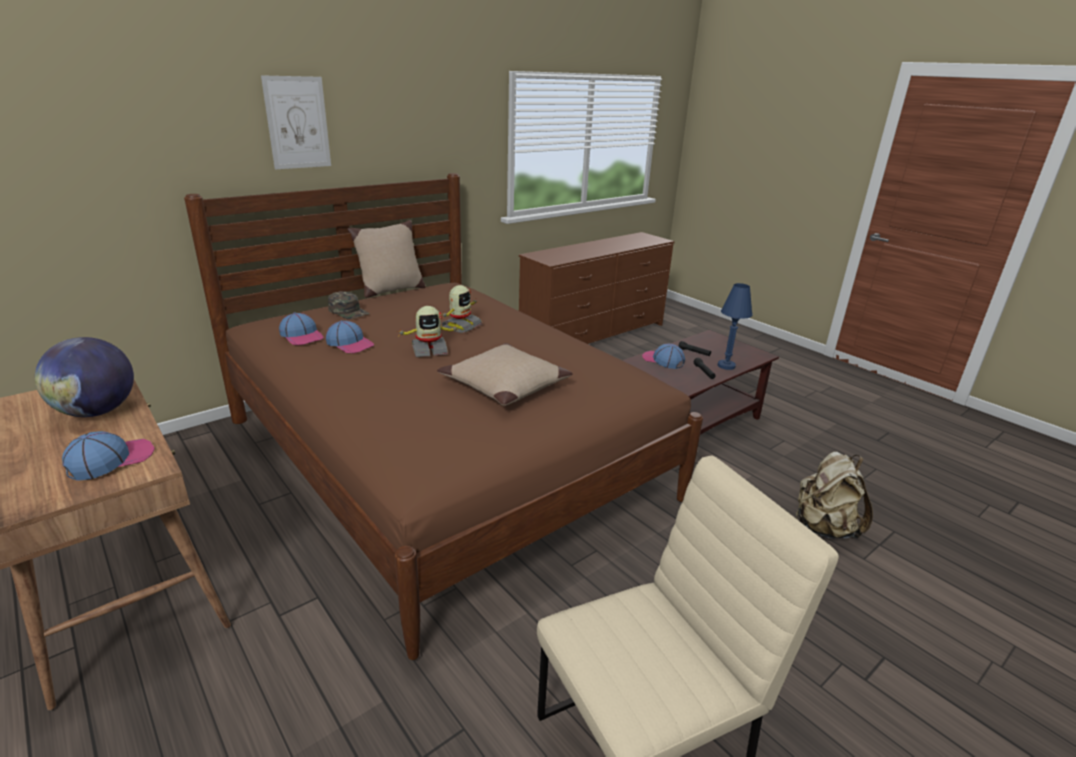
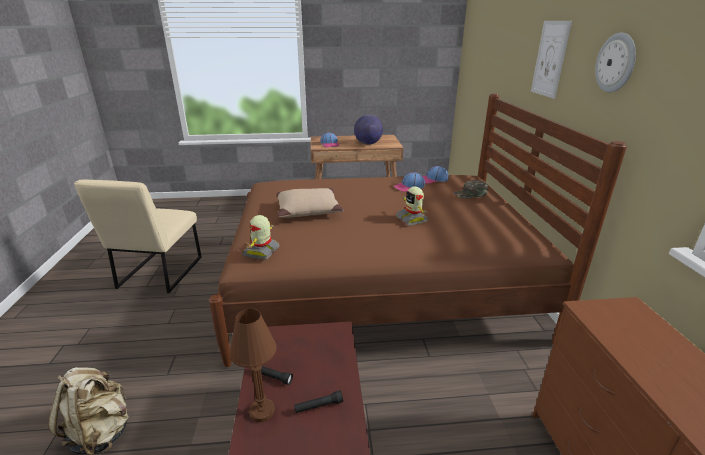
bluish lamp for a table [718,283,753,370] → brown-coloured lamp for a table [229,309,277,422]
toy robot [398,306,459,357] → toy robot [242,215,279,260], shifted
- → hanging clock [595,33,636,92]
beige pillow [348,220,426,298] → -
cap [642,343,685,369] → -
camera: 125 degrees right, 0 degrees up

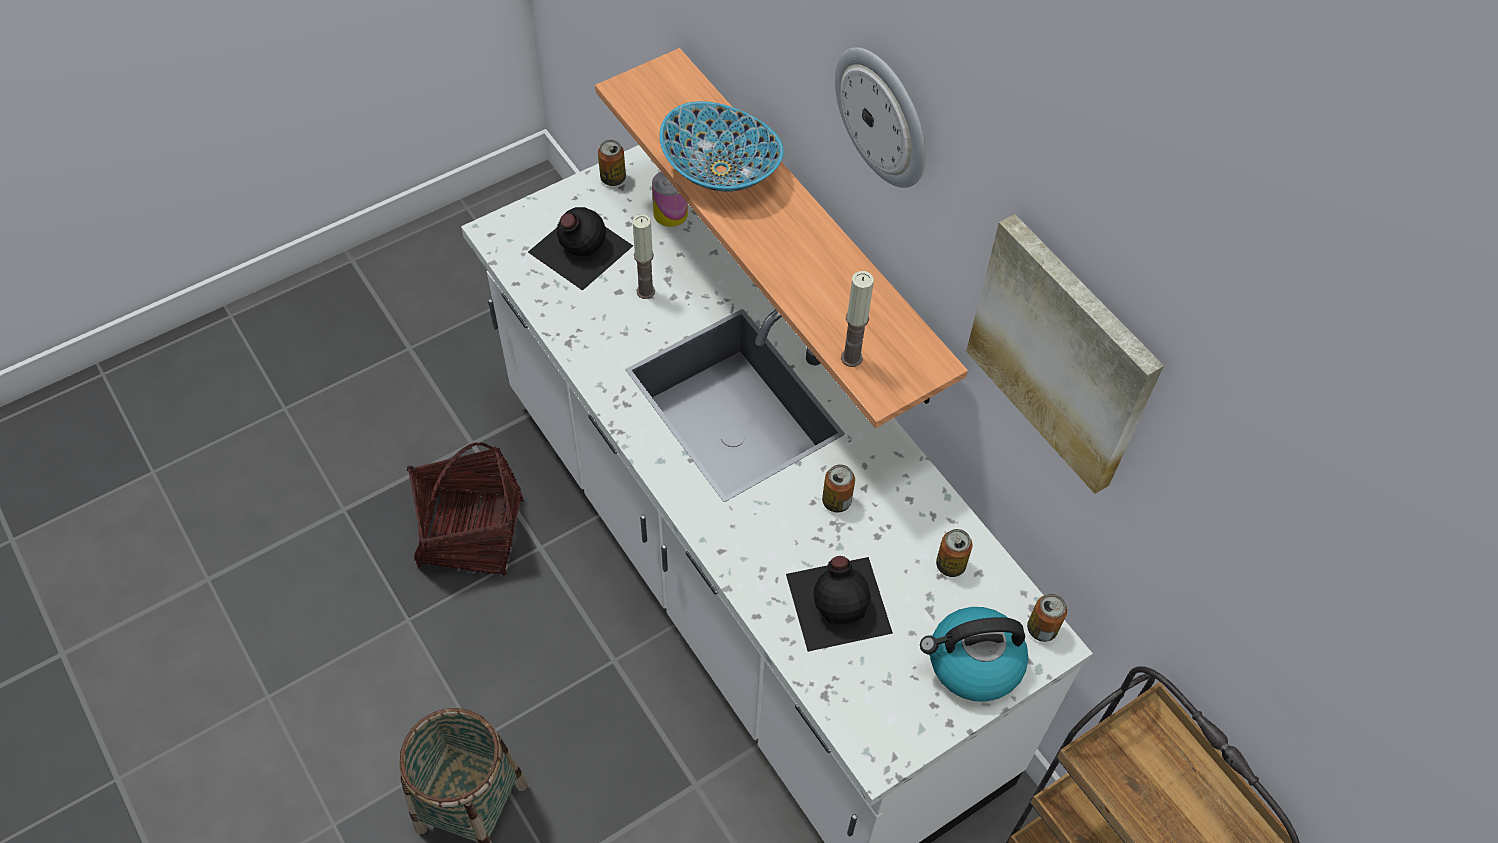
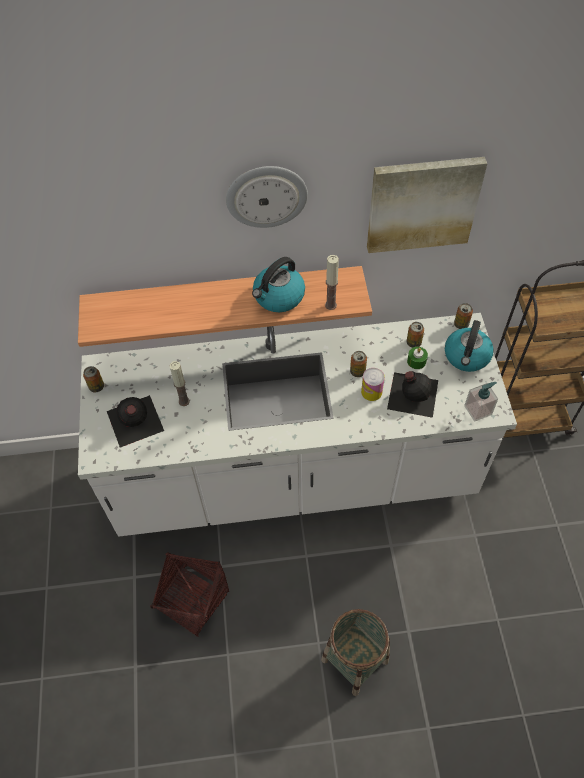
- → kettle [252,257,305,312]
sealed can [652,172,688,227] → sealed can [361,368,385,401], shifted
- → green-coloured wax candle [407,347,428,369]
- → soap dispenser [464,382,498,422]
serving bowl [659,101,784,192] → -
camera: 60 degrees left, 0 degrees up

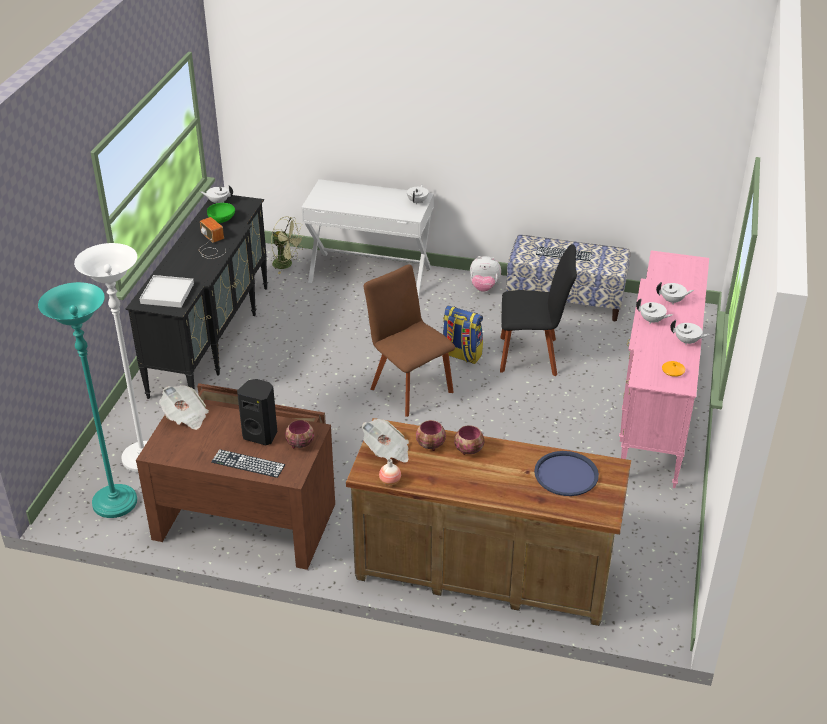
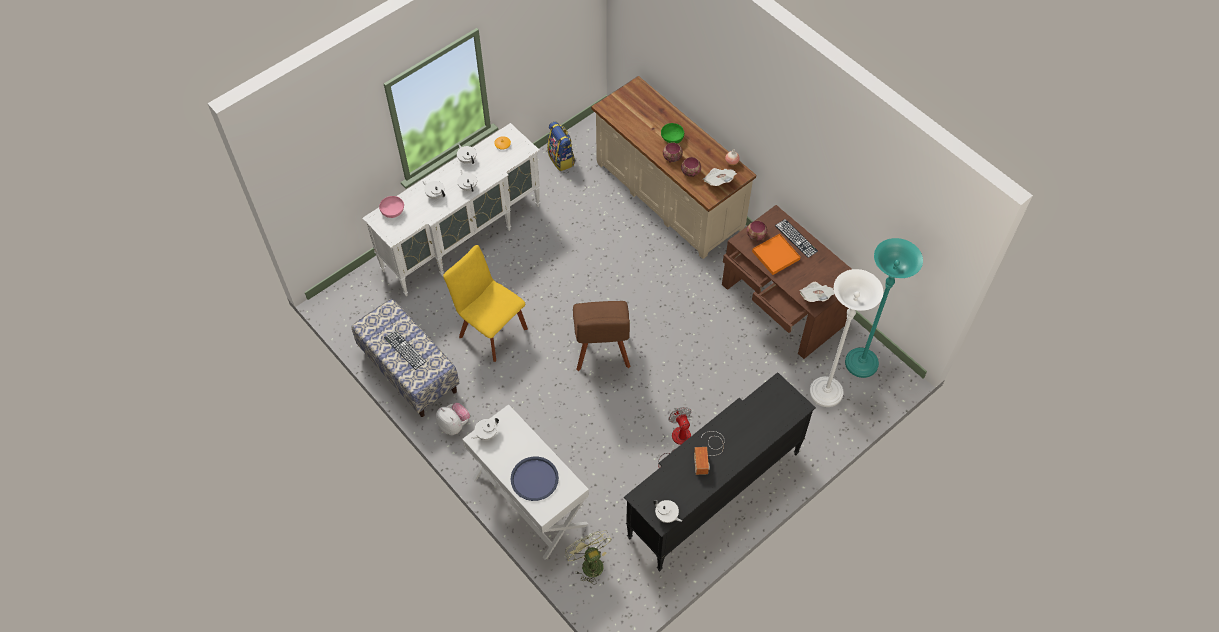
pinkish storage cabinet [619,250,709,488] → white-coloured storage cabinet [362,123,540,296]
- → pinkish serving bowl [379,196,404,218]
black plain chair [500,244,577,376] → yellow-coloured plain chair [443,245,528,362]
bluish carrying tray [534,451,599,496] → bluish carrying tray [511,456,559,501], shifted
rucksack [443,306,483,364] → rucksack [547,121,575,171], shifted
- → cooling fan [658,407,692,468]
green-coloured serving bowl [207,203,235,223] → green-coloured serving bowl [661,123,684,143], shifted
black loudspeaker [237,379,277,446] → orangey carrying tray [752,234,800,275]
white-coloured carrying tray [139,275,194,308] → -
camera: 145 degrees left, 20 degrees up

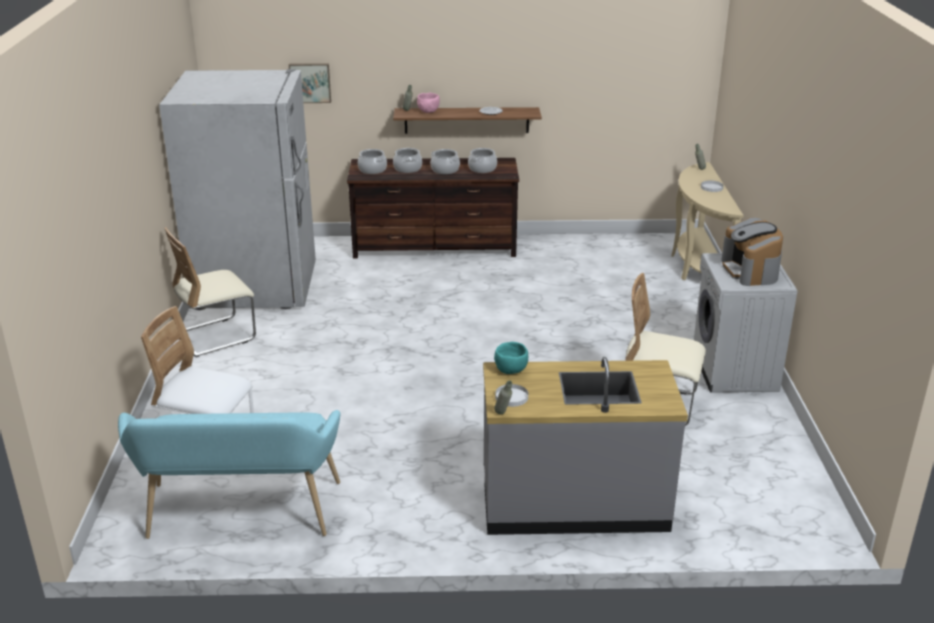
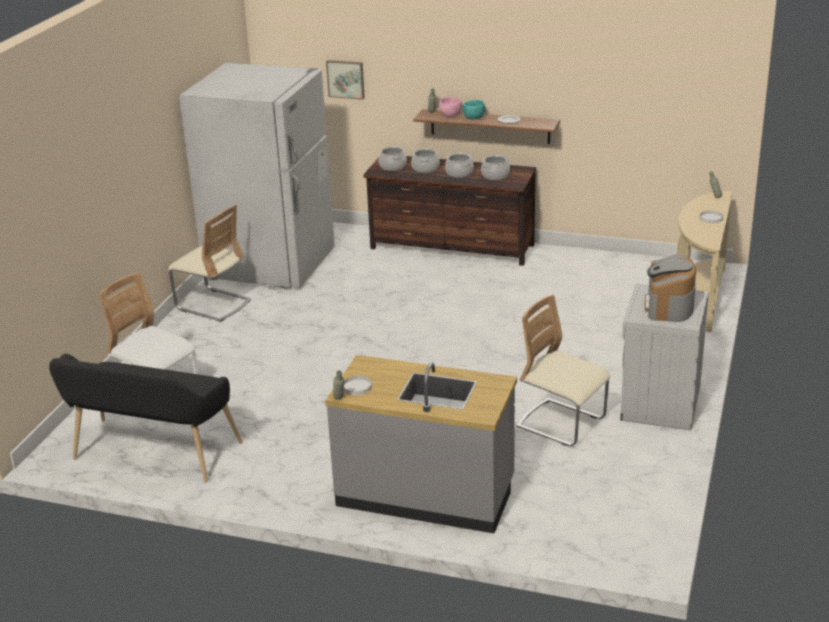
turquoise long seat [118,410,341,539] → black long seat [49,354,243,482]
beige plain chair [164,227,256,357] → beige plain chair [168,205,251,322], 135 degrees counterclockwise
turquoise serving bowl [494,342,528,374] → turquoise serving bowl [463,100,485,120], shifted
camera: 20 degrees right, 0 degrees up

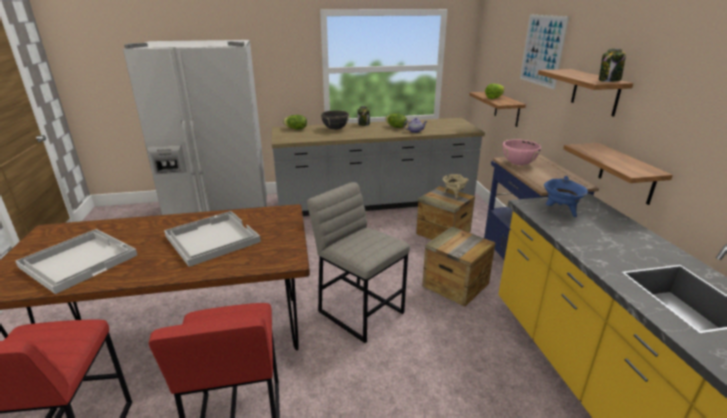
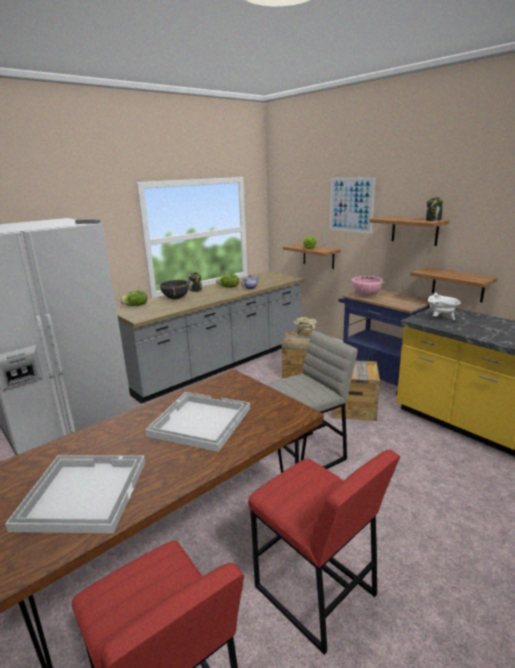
grey plain chair [307,182,410,343] → grey plain chair [265,332,358,469], 135 degrees clockwise
bluish stockpot [544,176,588,217] → white-coloured stockpot [428,292,461,321]
camera: 30 degrees left, 5 degrees down

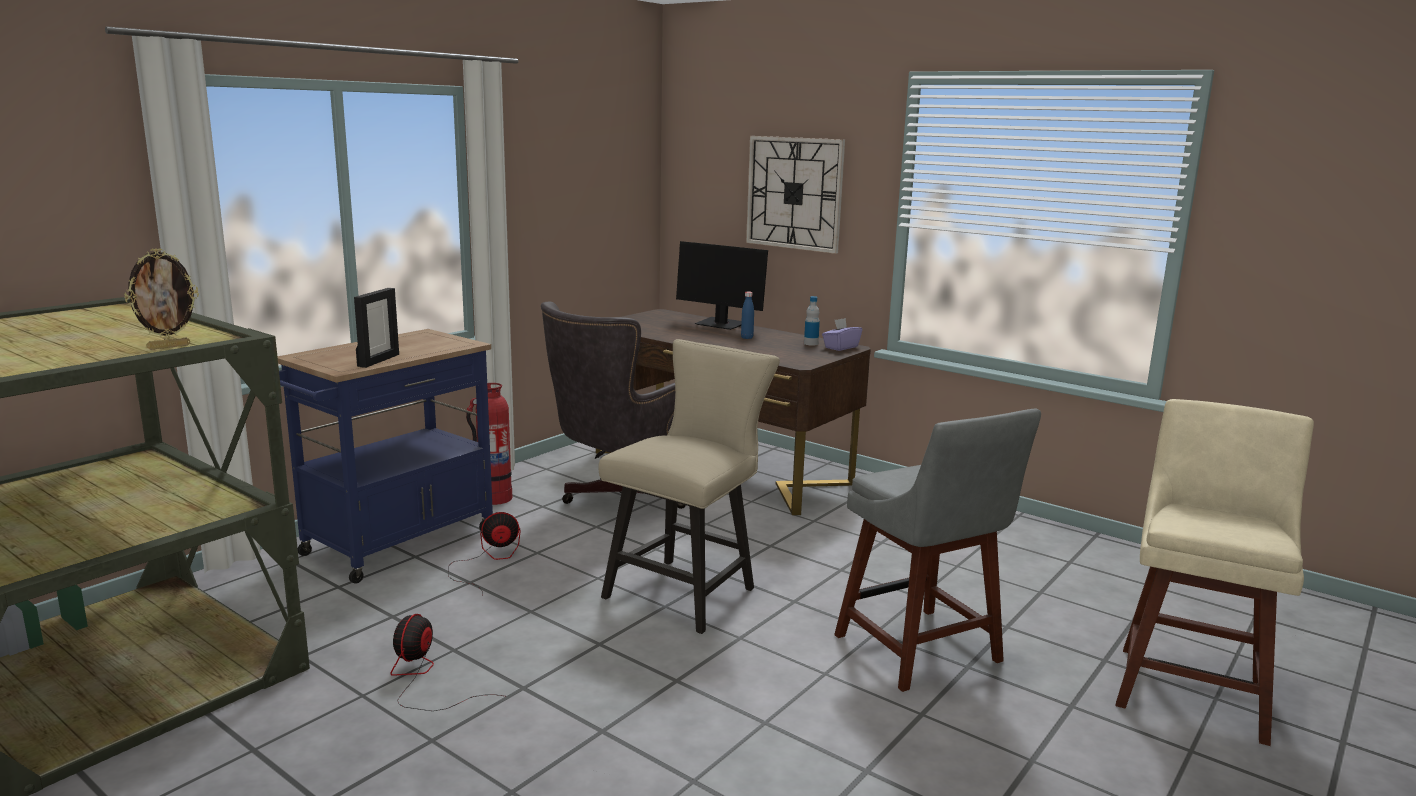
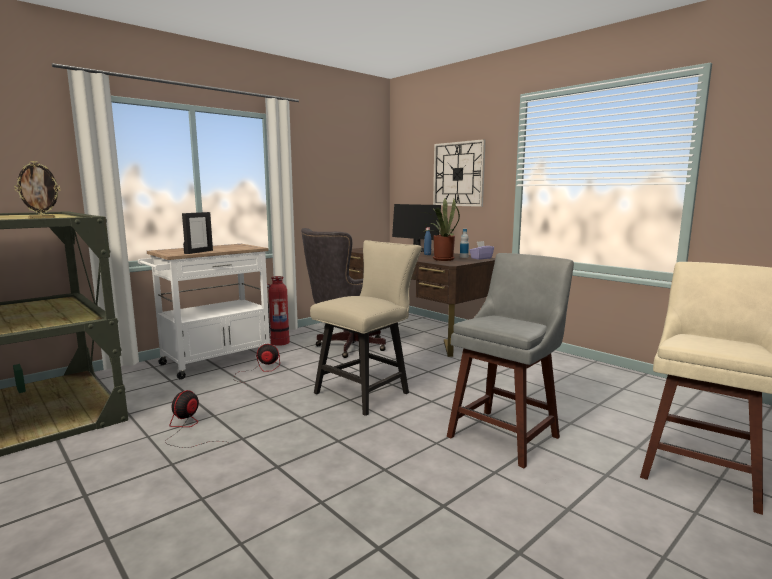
bluish trolley [277,329,493,584] → white-coloured trolley [138,244,270,380]
- → plant in a pot [423,198,460,261]
grey plain chair [834,409,1041,692] → grey plain chair [447,253,574,468], 120 degrees counterclockwise
camera: 10 degrees right, 5 degrees down

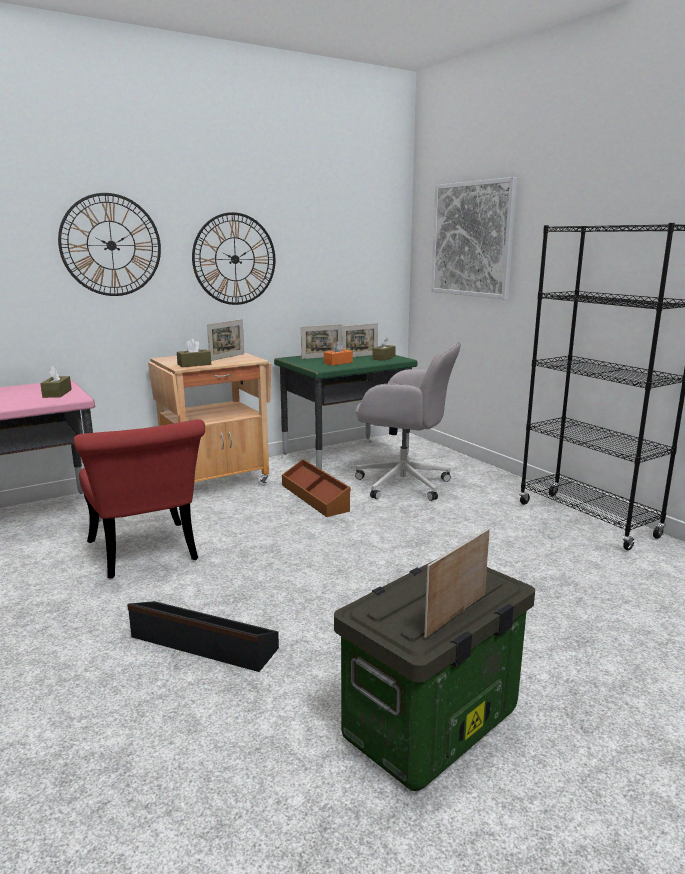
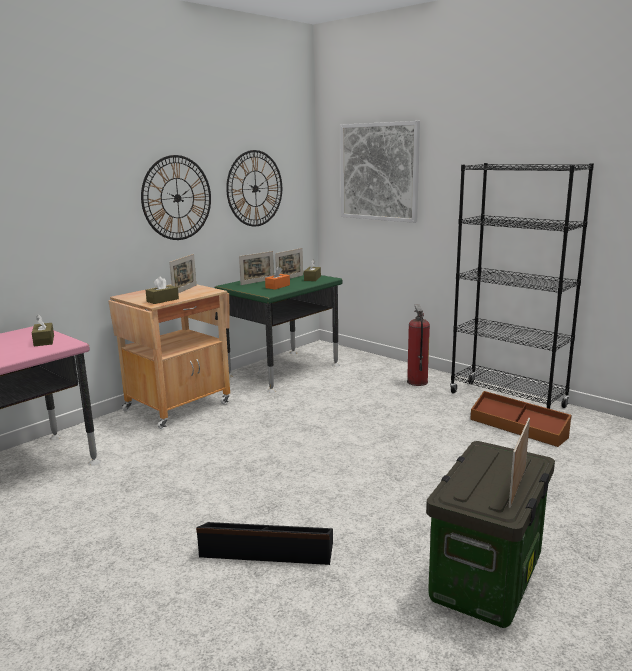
hanging clock [58,193,161,296] → hanging clock [226,150,282,226], shifted
- → fire extinguisher [407,304,430,386]
brown-coloured storage container [282,459,350,517] → brown-coloured storage container [470,391,572,447], shifted
red-coloured plain chair [74,419,205,579] → -
grey desk chair [355,342,461,501] → -
camera: 15 degrees left, 0 degrees up

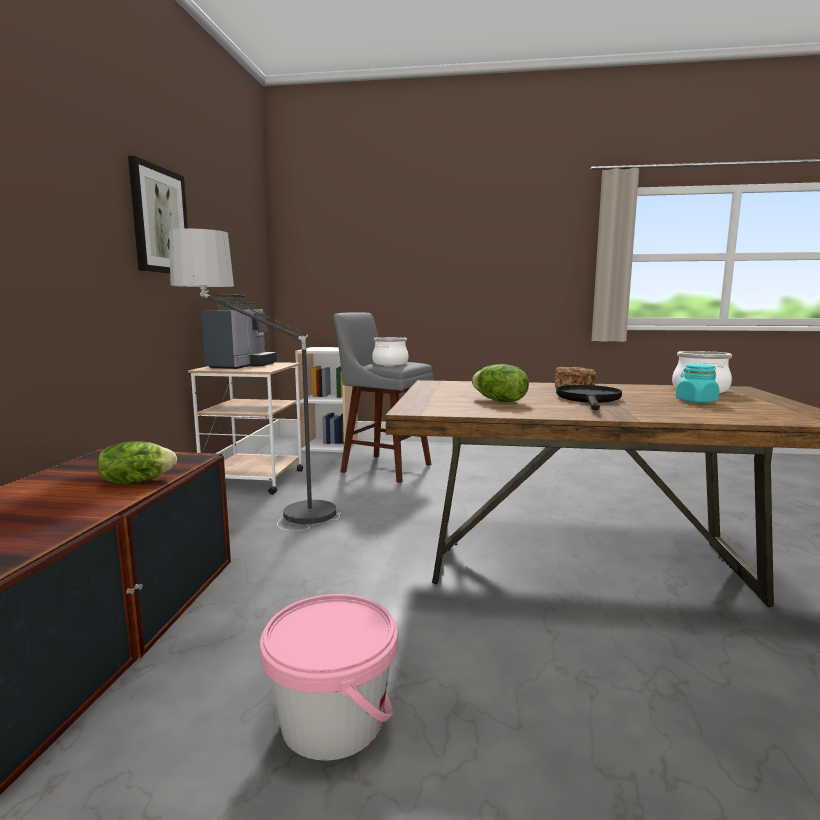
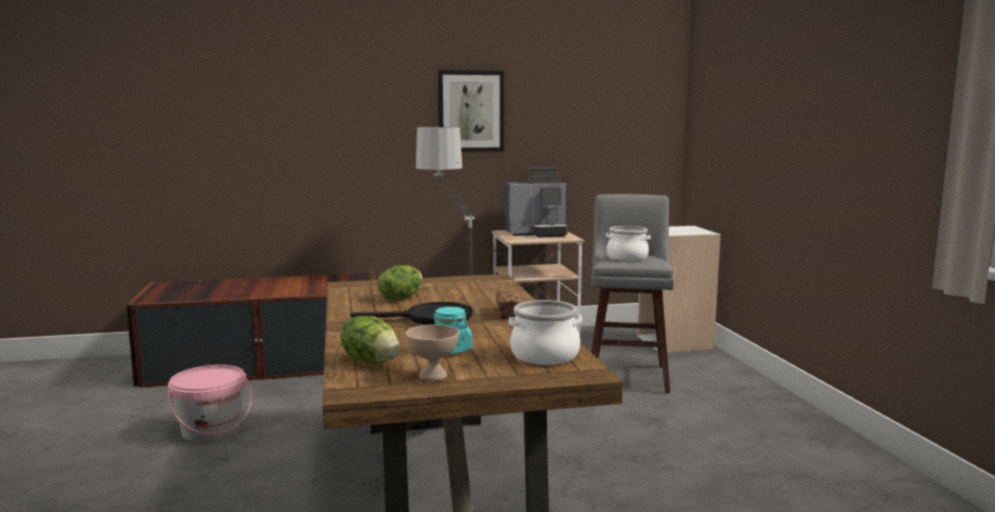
head of lettuce [97,441,177,484] → head of lettuce [340,316,400,363], shifted
- → beige serving bowl [405,324,459,381]
camera: 70 degrees right, 0 degrees up

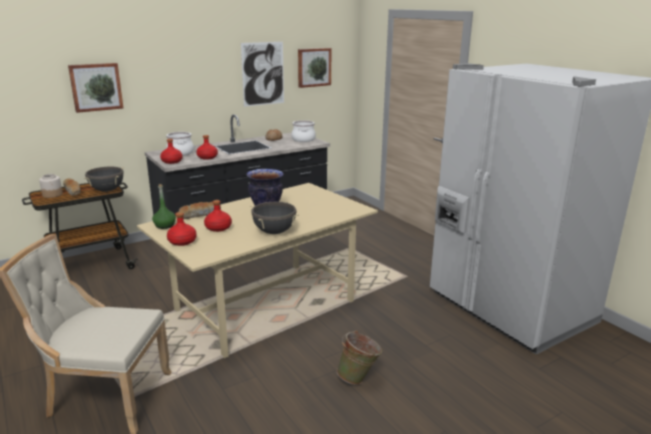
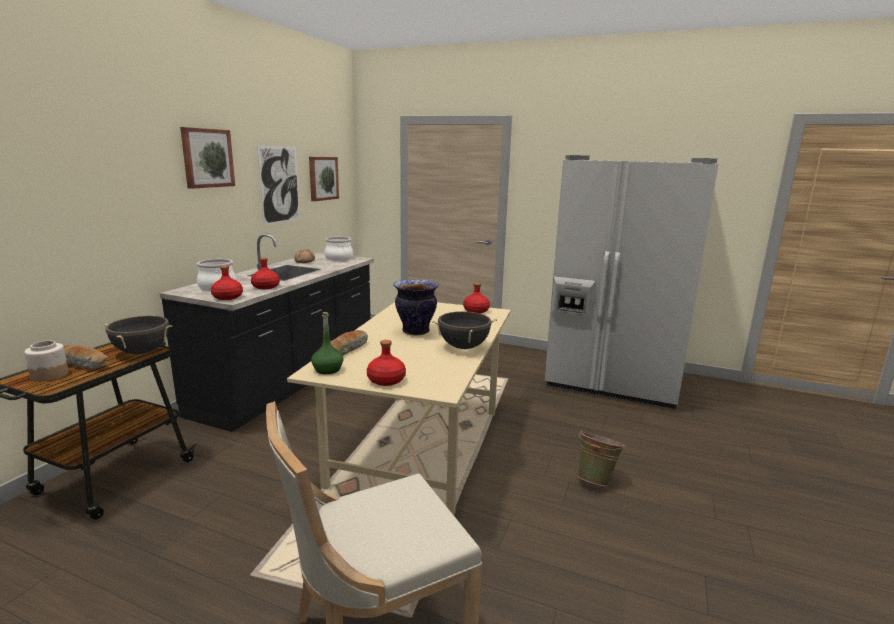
wall art [68,63,124,113] → wall art [180,127,235,189], shifted
red-coloured bottle [204,200,232,232] → red-coloured bottle [463,283,490,313], shifted
camera: 35 degrees left, 5 degrees down

